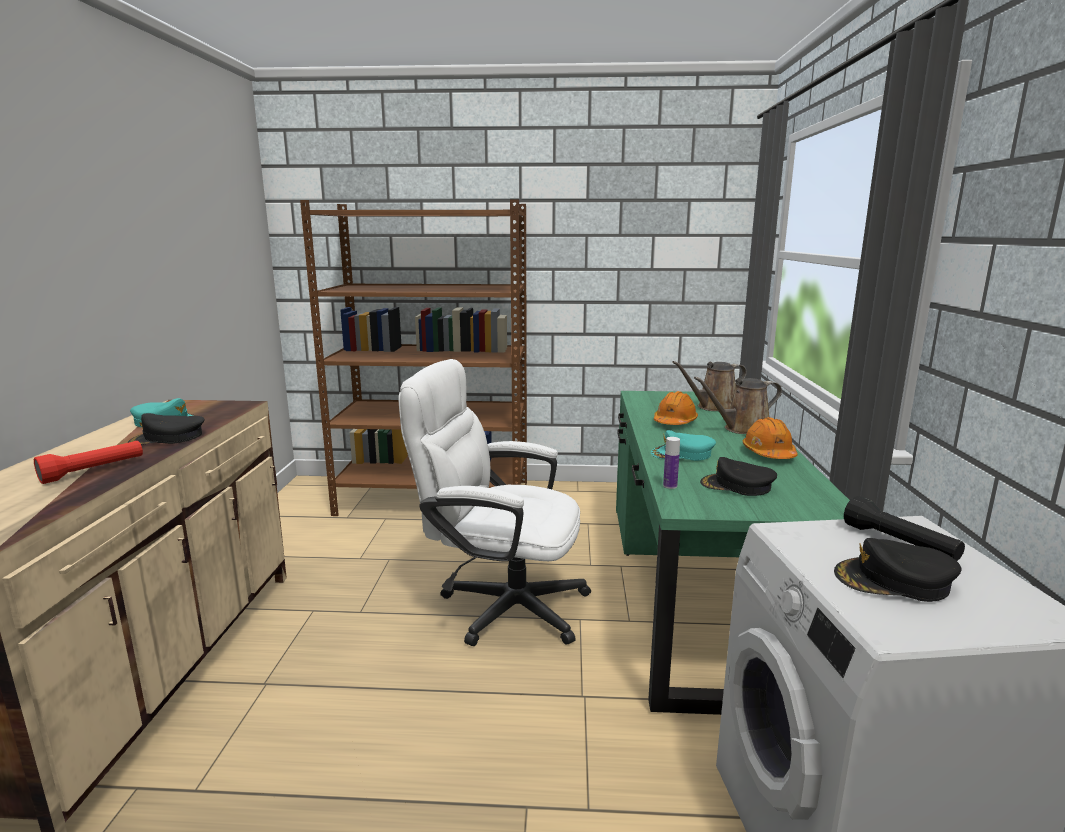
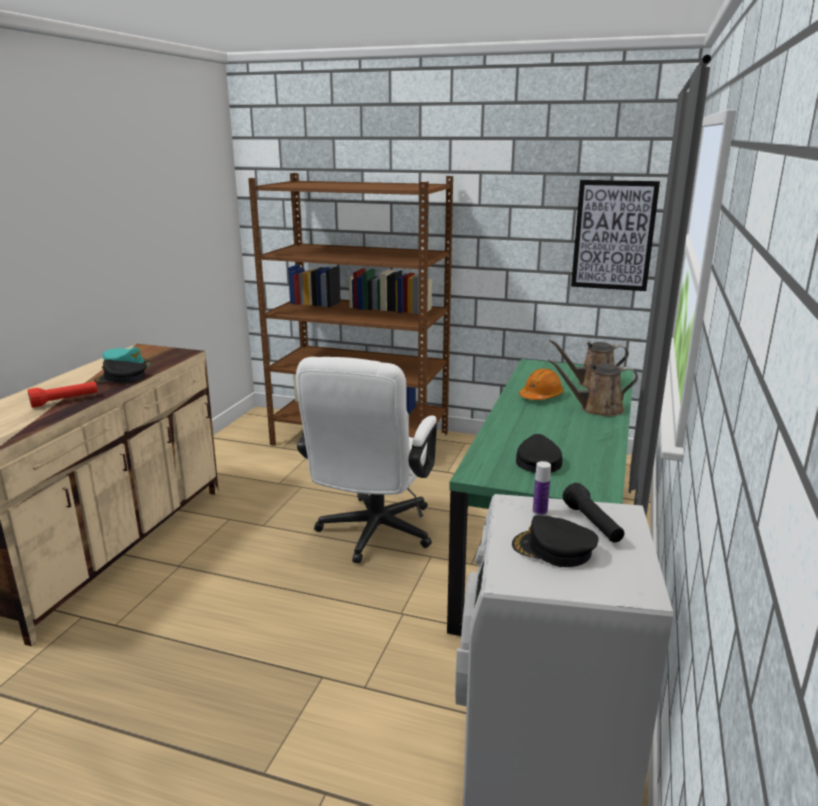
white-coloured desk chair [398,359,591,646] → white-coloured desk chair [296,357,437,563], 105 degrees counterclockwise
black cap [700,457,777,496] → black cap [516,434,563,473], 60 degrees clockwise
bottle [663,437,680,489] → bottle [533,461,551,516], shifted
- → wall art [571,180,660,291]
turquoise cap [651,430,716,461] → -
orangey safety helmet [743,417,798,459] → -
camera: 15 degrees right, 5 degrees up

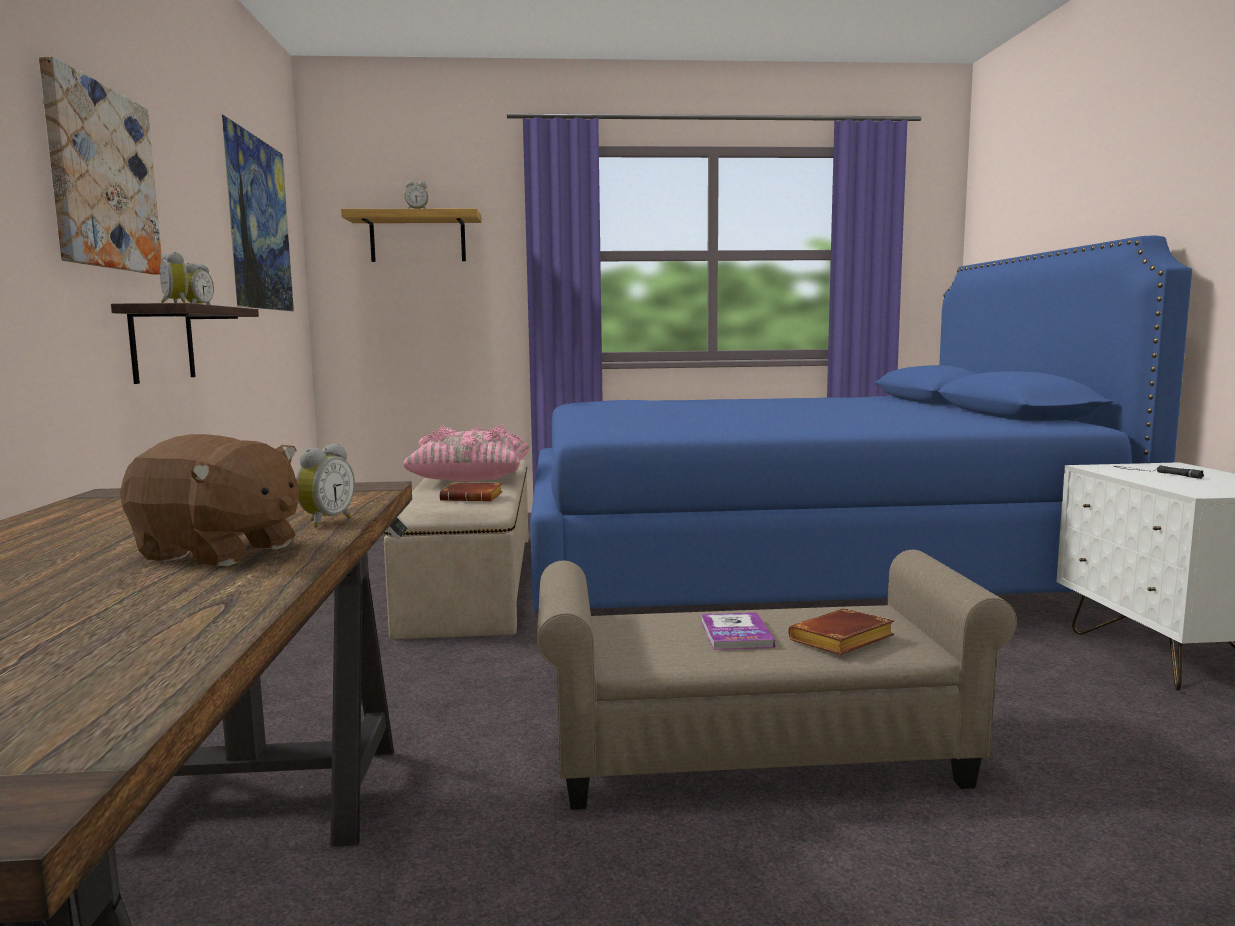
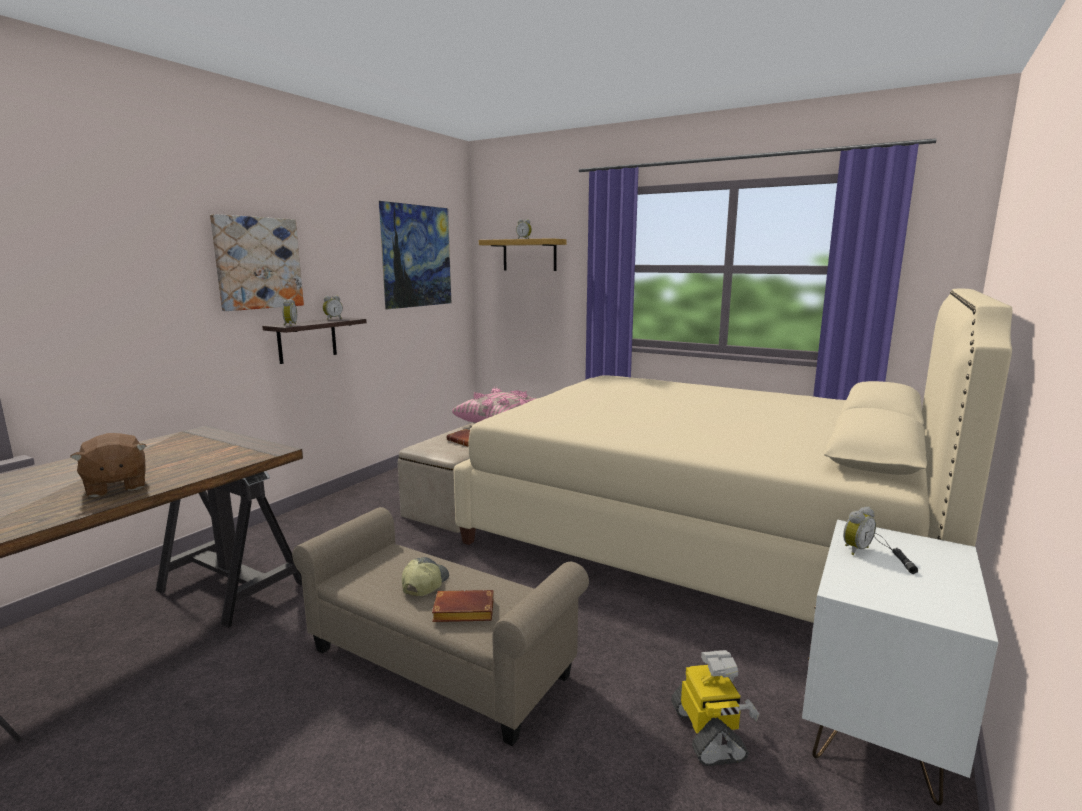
volume [701,612,775,650] → cap [402,557,449,596]
bluish sleeping bed [530,236,1192,614] → beige sleeping bed [454,289,1012,623]
- → toy robot [671,650,759,766]
alarm clock [296,443,355,528] → alarm clock [843,507,876,555], shifted
camera: 35 degrees right, 5 degrees up

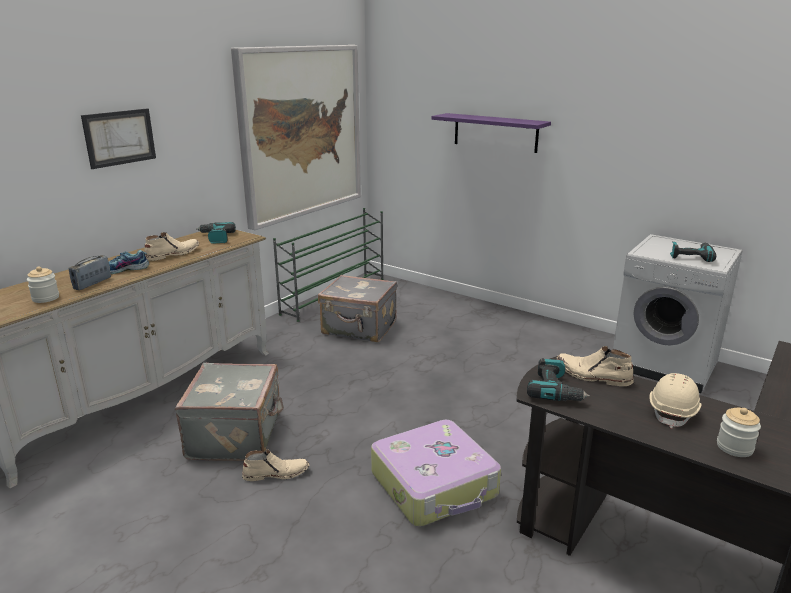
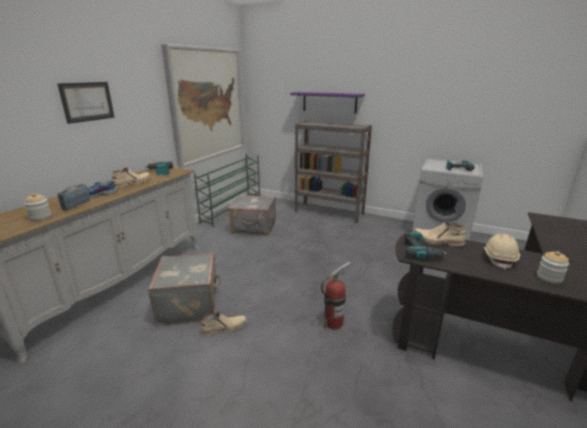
- → grey bookcase [295,121,372,223]
piece of luggage [371,420,501,527] → fire extinguisher [321,262,351,329]
camera: 10 degrees left, 0 degrees up

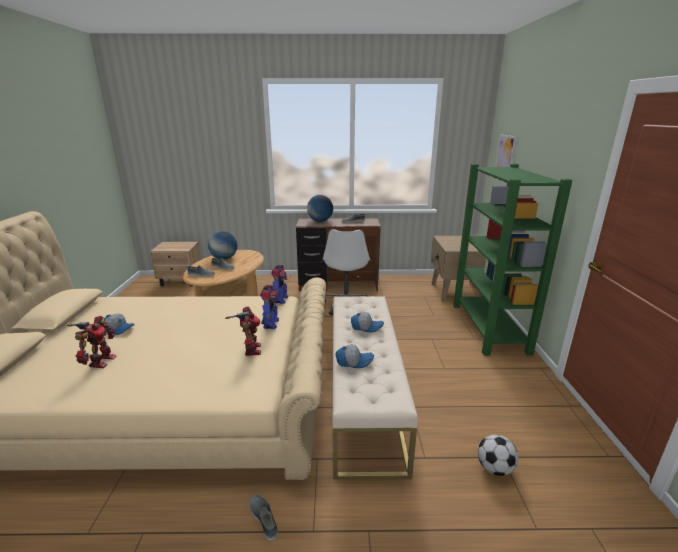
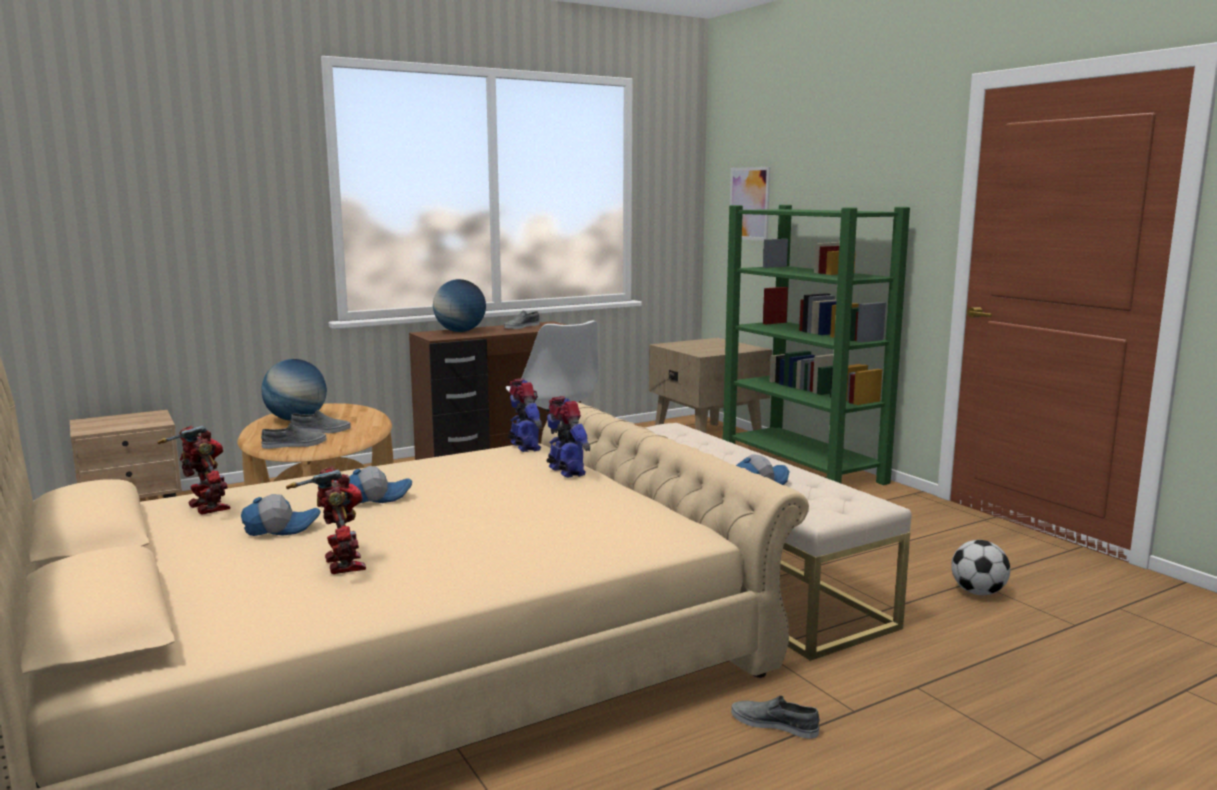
toy robot [225,307,261,356] → toy robot [158,425,230,515], shifted
cap [351,312,384,333] → cap [349,466,412,503], shifted
camera: 30 degrees left, 10 degrees down

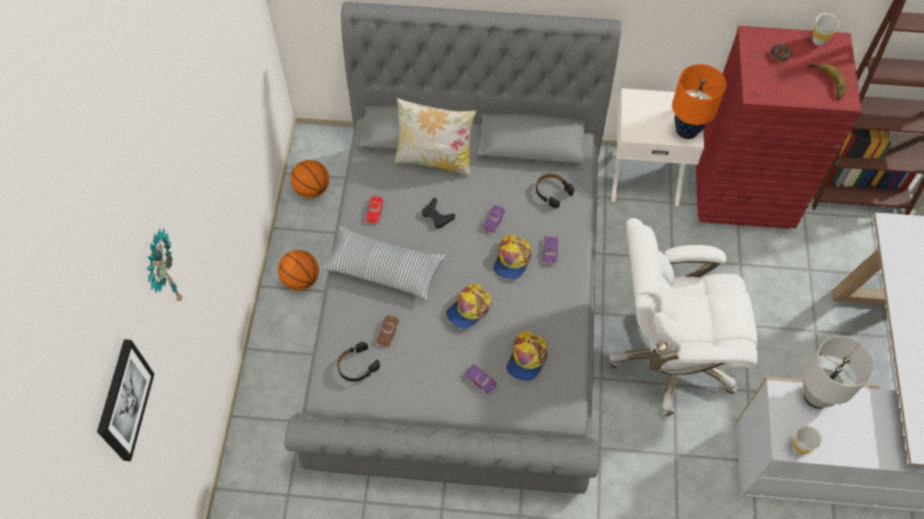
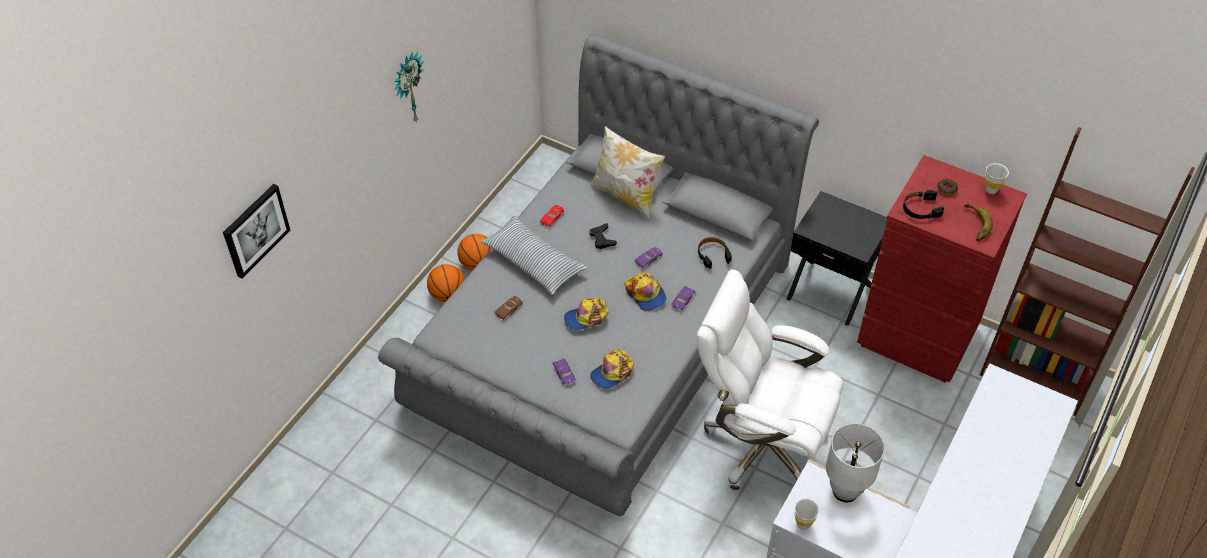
hanging clock [147,229,183,301] → hanging clock [394,52,424,124], shifted
ball for basketball [291,160,329,198] → ball for basketball [427,264,465,302], shifted
cap [493,234,531,279] → cap [625,272,666,311], 75 degrees counterclockwise
white-coloured bedside table [612,88,704,206] → black bedside table [786,191,887,326]
black headphones [337,342,380,382] → black headphones [903,190,944,219], shifted
orangey lamp for a table [672,64,726,139] → -
camera: 25 degrees right, 10 degrees down

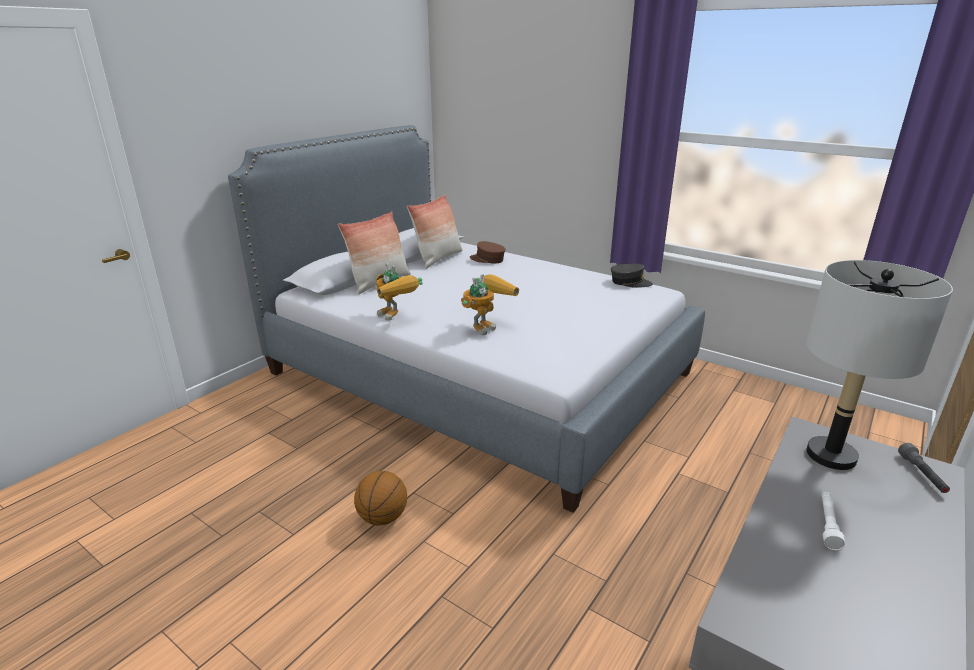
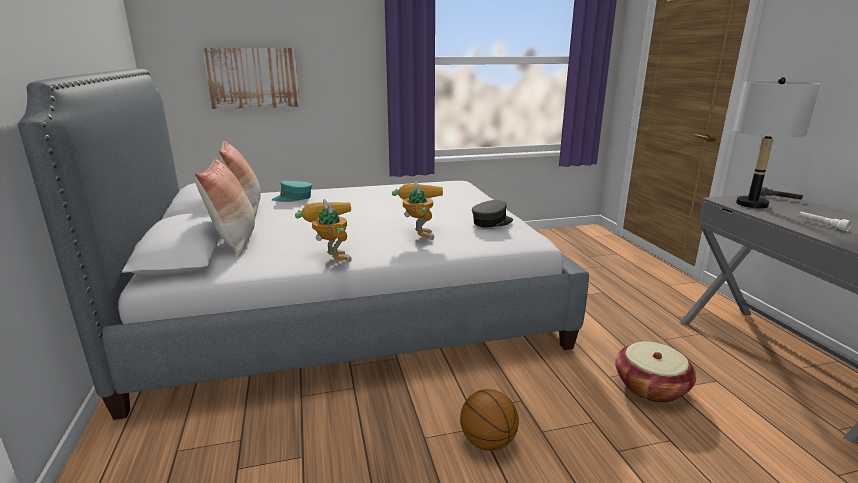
- → wall art [203,48,300,109]
brown-coloured cap [470,241,506,263] → turquoise cap [272,181,312,202]
toy robot [376,263,423,321] → toy robot [295,199,352,262], 120 degrees counterclockwise
grey cap [611,264,653,288] → grey cap [472,200,513,227], shifted
- → storage basket [615,341,696,403]
camera: 50 degrees left, 5 degrees down

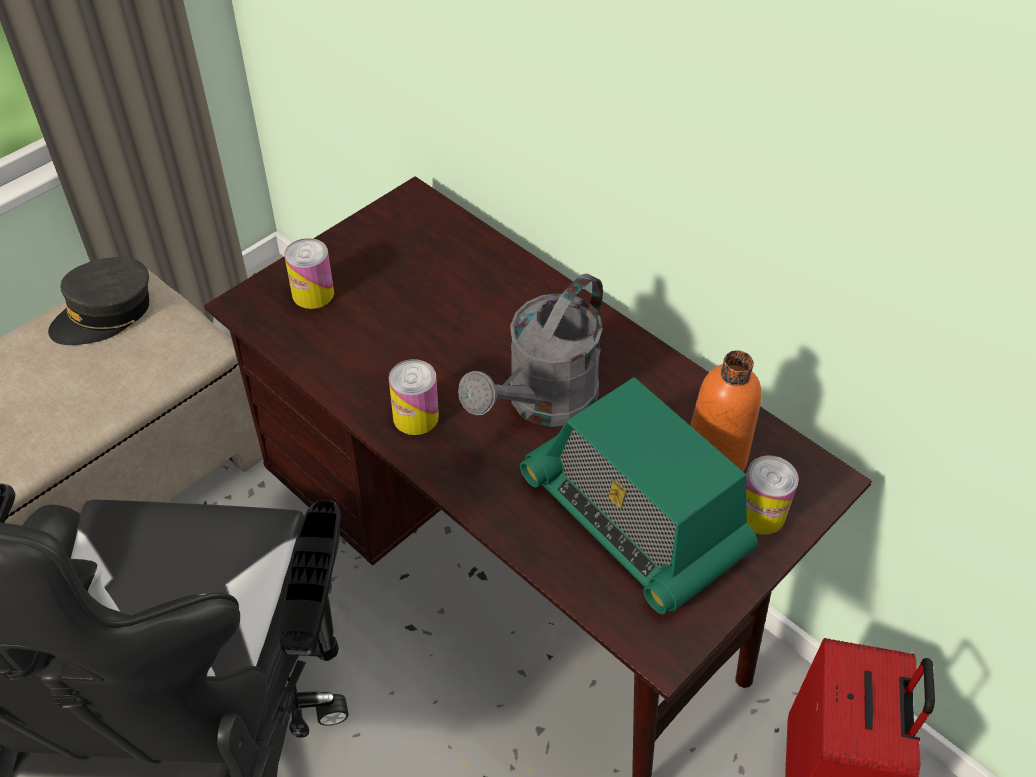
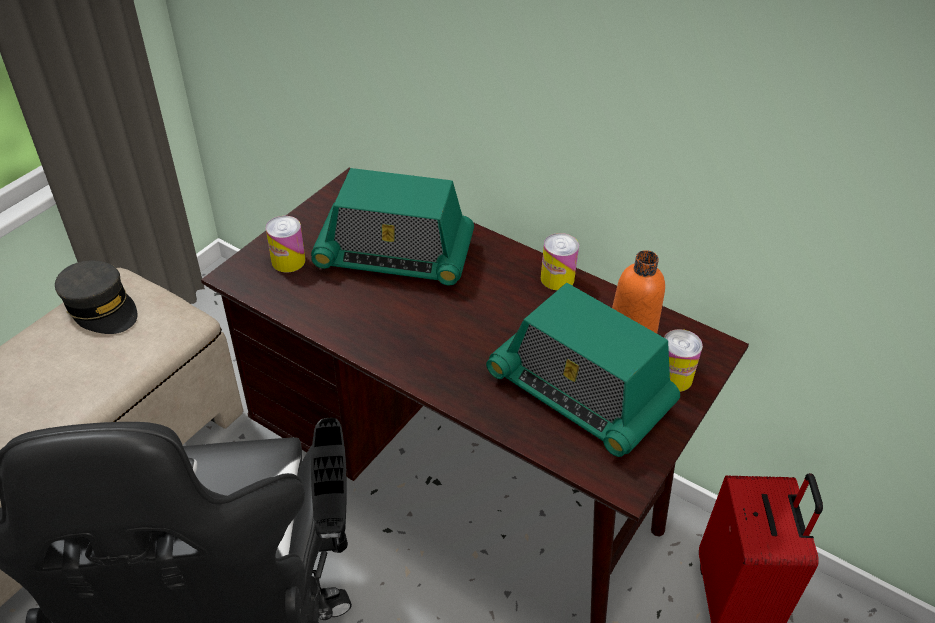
grey cap [48,257,149,345] → grey cap [55,261,138,334], 90 degrees counterclockwise
- → radio set [311,168,474,285]
sealed can [389,359,439,435] → sealed can [541,233,579,290], shifted
grey sprinkling can [458,274,603,427] → -
camera: 10 degrees left, 5 degrees down

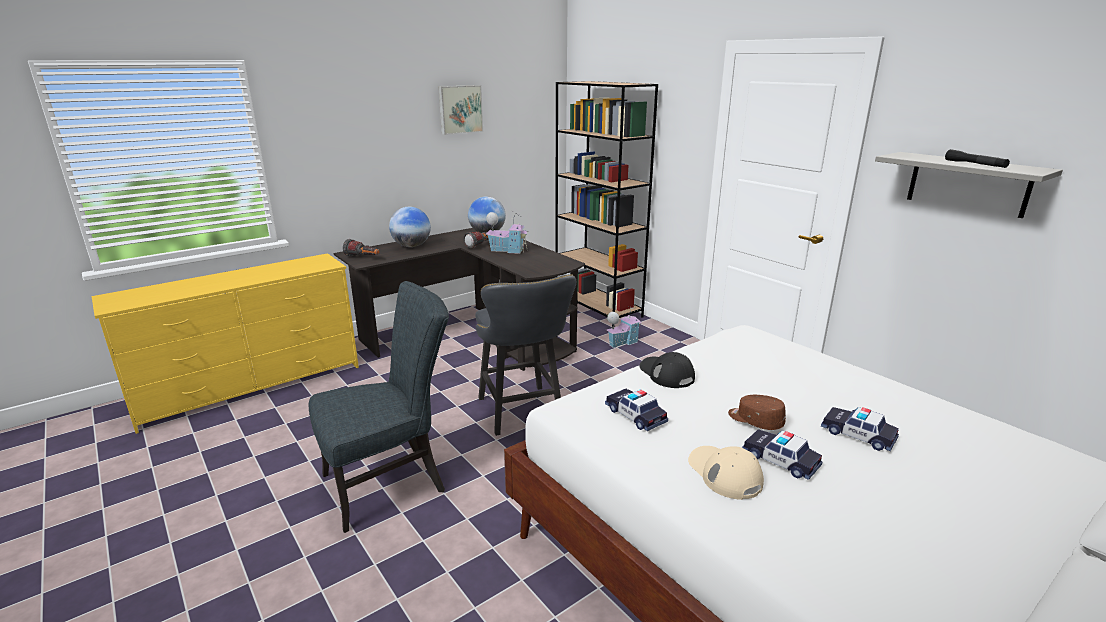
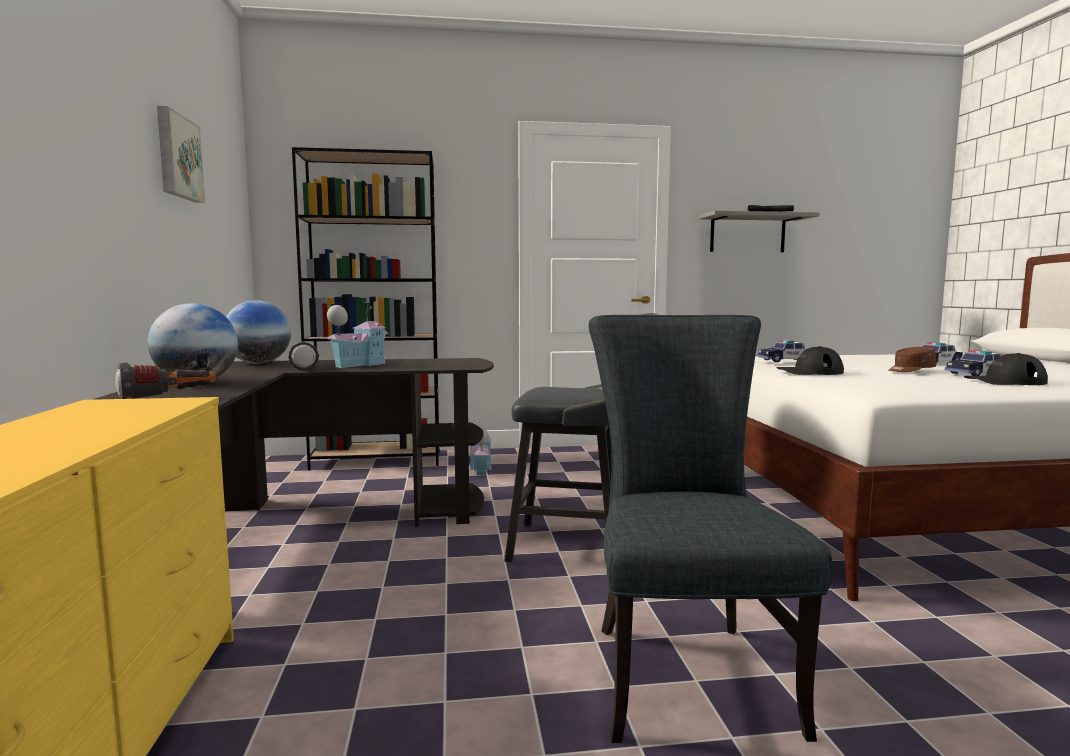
model car [605,389,668,431] → model car [757,340,806,362], shifted
beige cap [688,446,764,500] → black cap [964,353,1048,385]
camera: 60 degrees left, 15 degrees down

